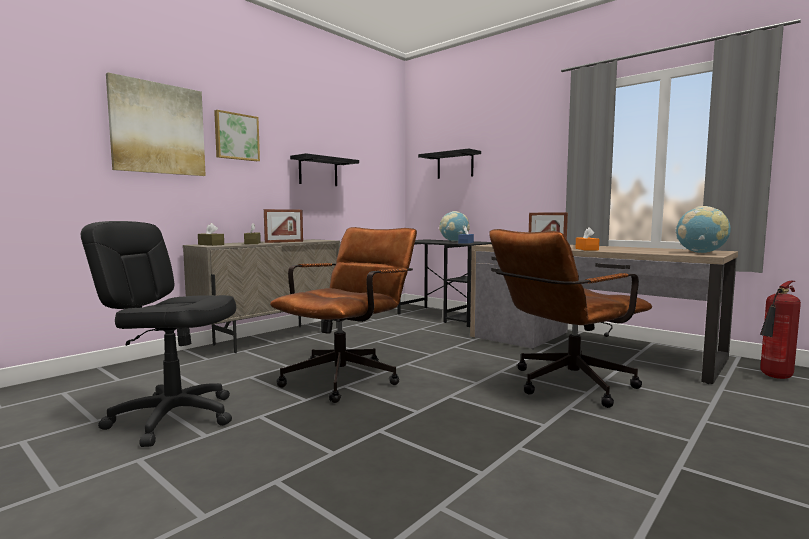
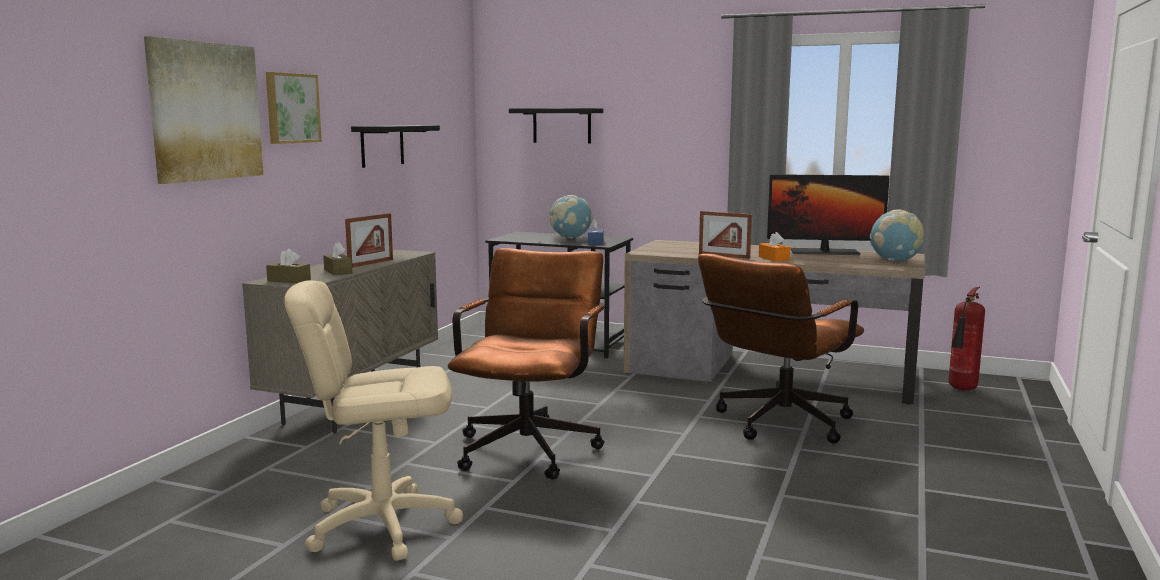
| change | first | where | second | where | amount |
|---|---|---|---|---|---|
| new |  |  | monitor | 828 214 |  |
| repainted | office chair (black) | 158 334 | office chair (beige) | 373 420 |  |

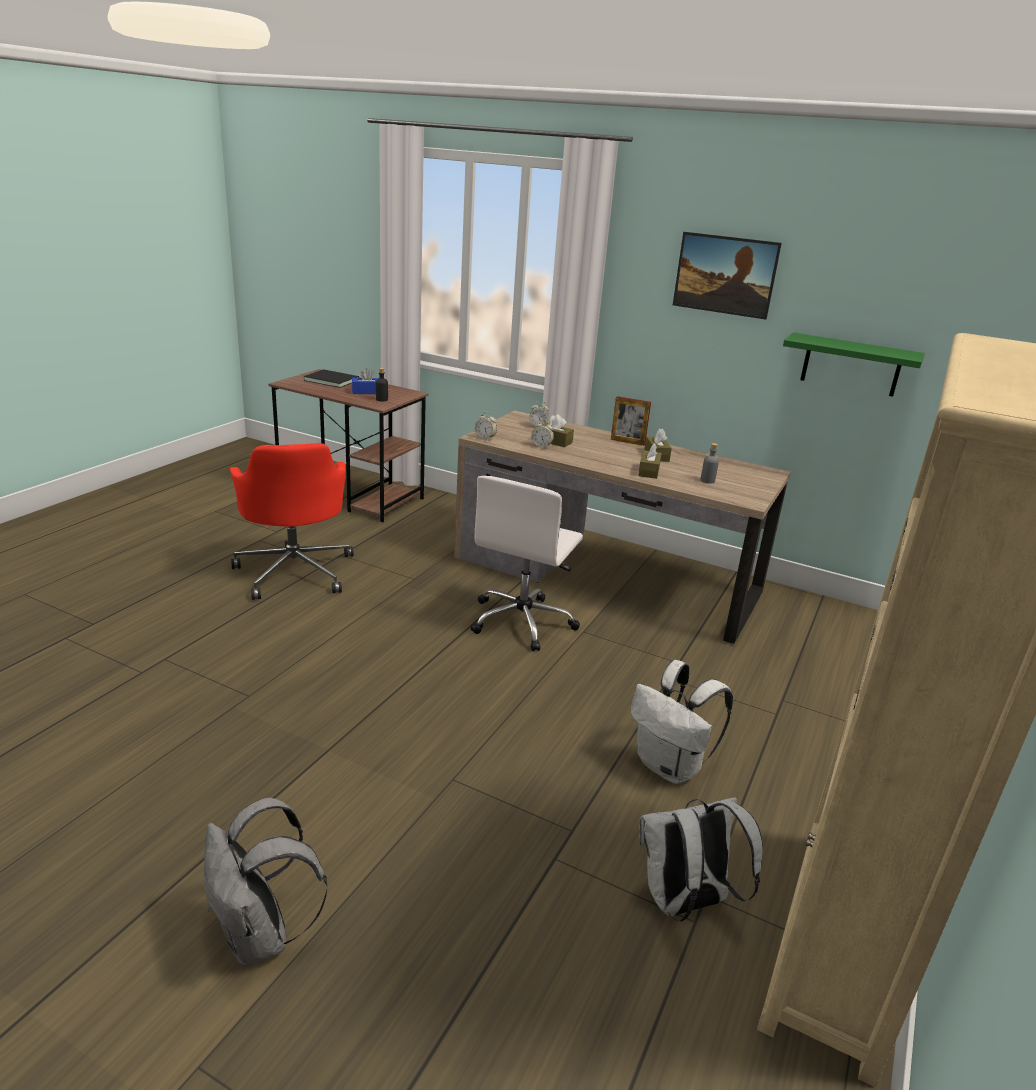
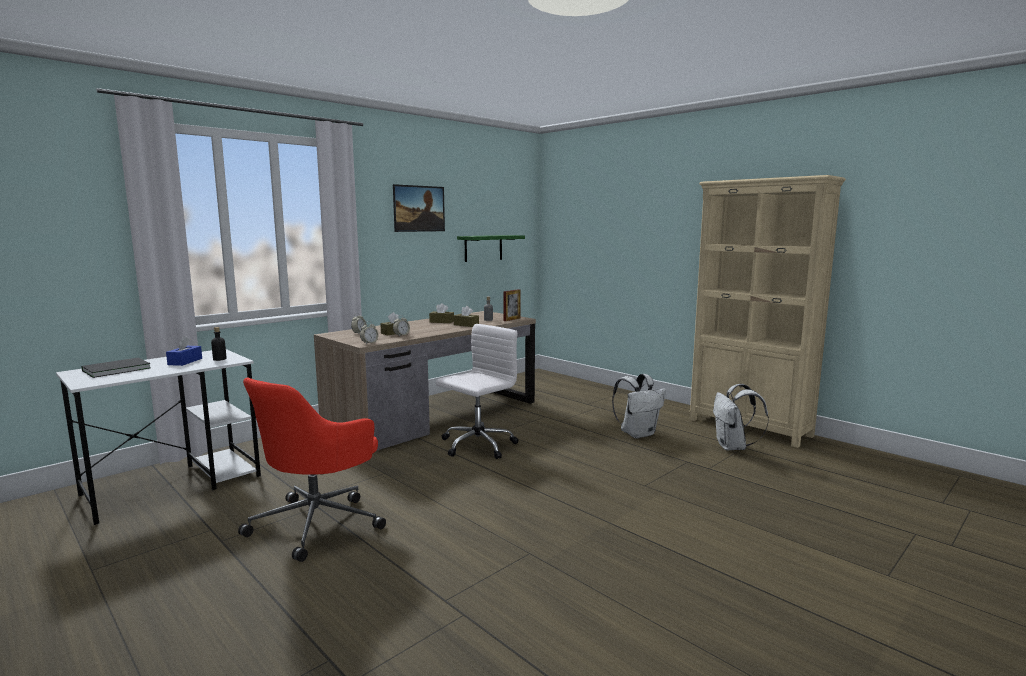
| change | first | where | second | where | amount |
|---|---|---|---|---|---|
| gone | backpack (grey) | 266 882 |  |  |  |
| shifted | picture frame | 631 421 |  | 512 305 |  |
| repainted | desk (brown) | 348 445 | desk (white) | 158 437 |  |
| rotated | office chair (red) | 291 521 |  | 312 470 | 120 degrees clockwise |
| rotated | office chair (white) | 527 563 |  | 477 391 | 90 degrees counterclockwise |

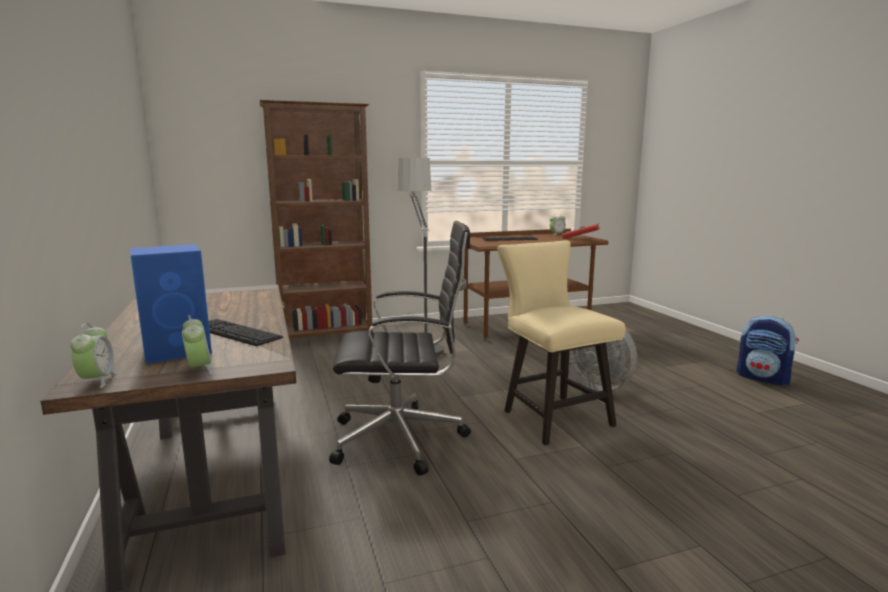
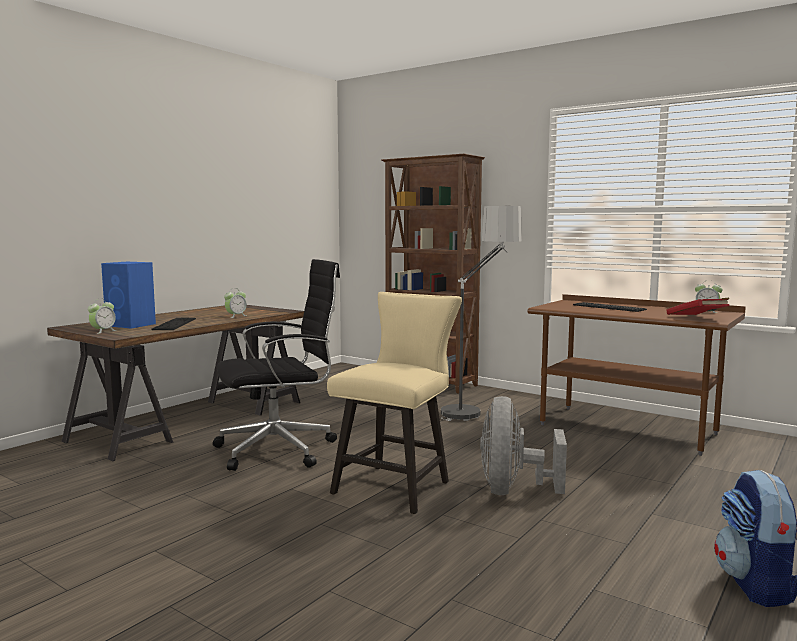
| change | first | where | second | where | amount |
|---|---|---|---|---|---|
| shifted | alarm clock | 93 355 |  | 235 304 |  |
| rotated | office chair (black) | 400 348 |  | 276 365 | 75 degrees counterclockwise |

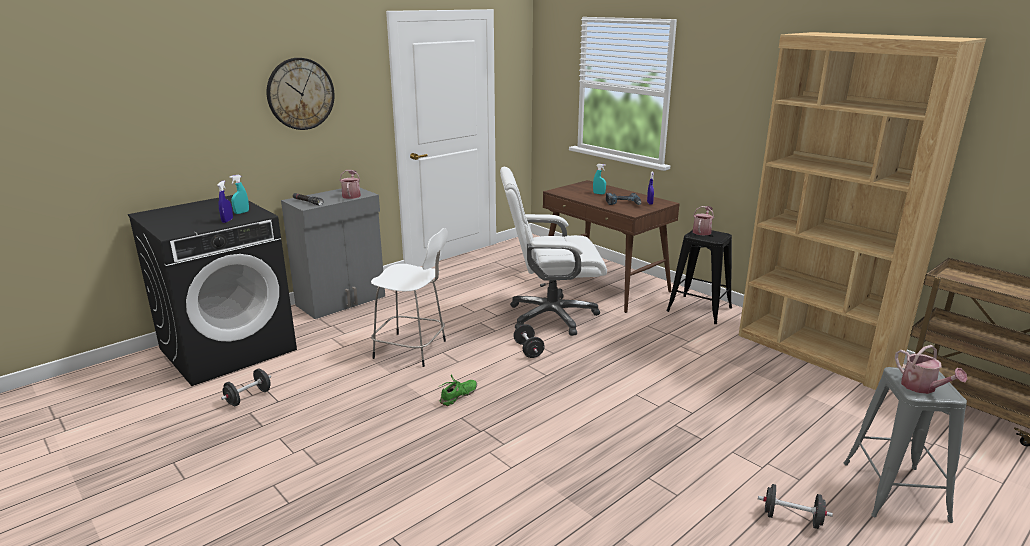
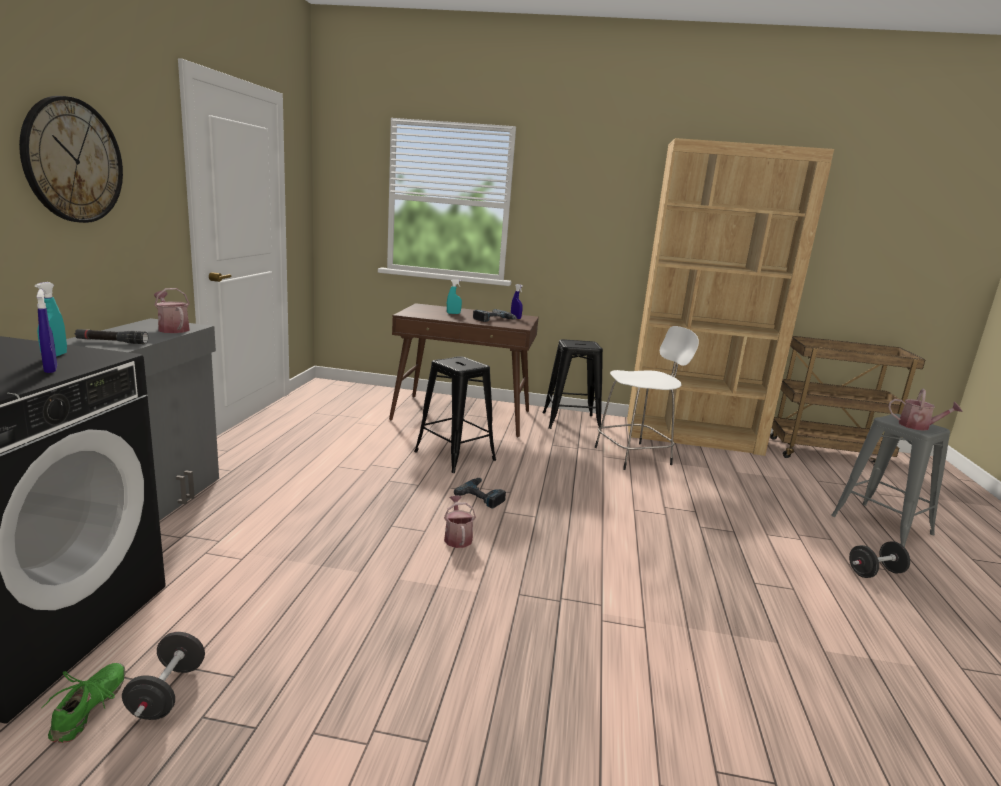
| change | first | where | second | where | amount |
|---|---|---|---|---|---|
| shifted | stool (white) | 409 297 |  | 647 398 |  |
| shifted | shoe (green) | 458 390 |  | 83 703 |  |
| shifted | watering can | 703 220 |  | 460 521 |  |
| swapped | office chair (white) | 553 251 | stool (black) | 455 414 |  |
| swapped | dumbbell (black) | 529 341 | power drill | 480 493 |  |

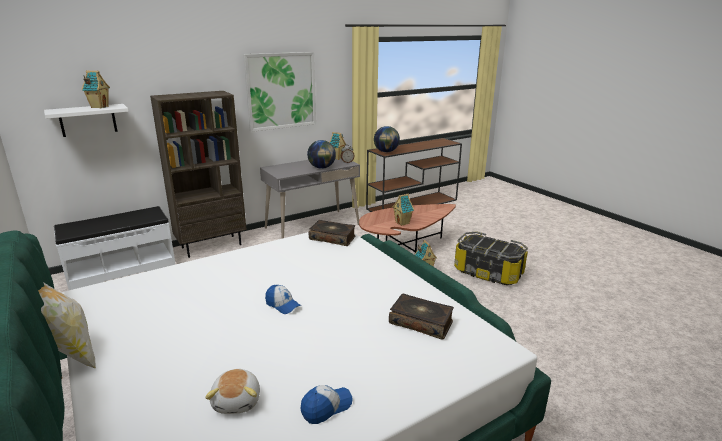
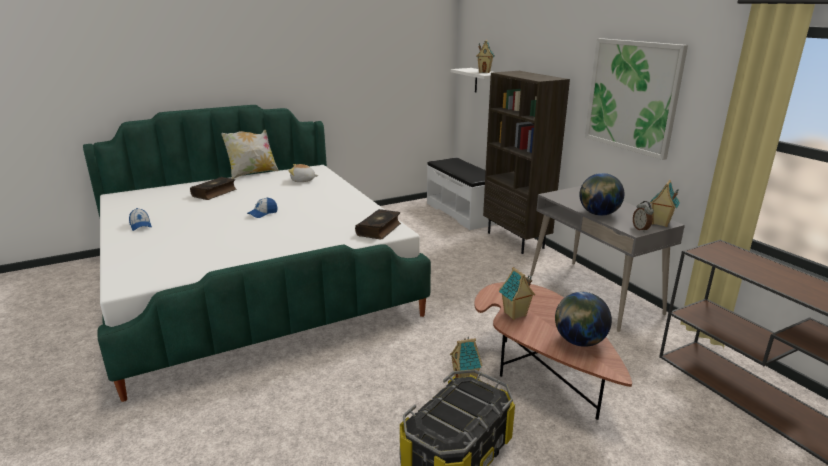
| change | first | where | second | where | amount |
|---|---|---|---|---|---|
| shifted | plush toy | 232 391 |  | 303 173 |  |
| shifted | globe | 387 139 |  | 583 319 |  |
| shifted | book | 421 317 |  | 213 188 |  |

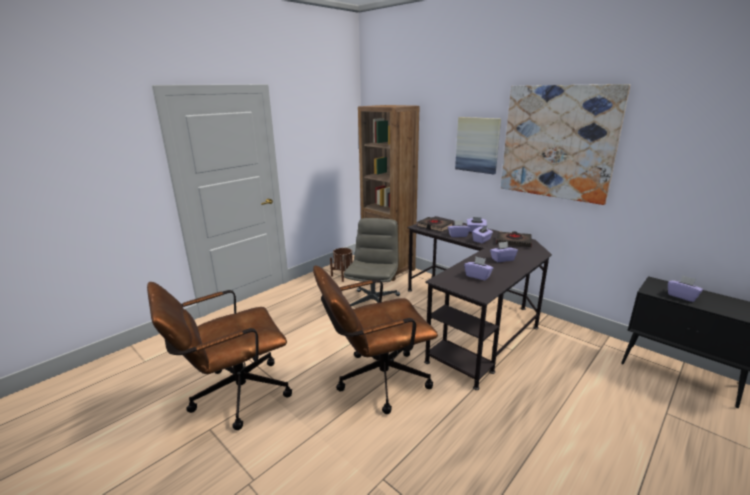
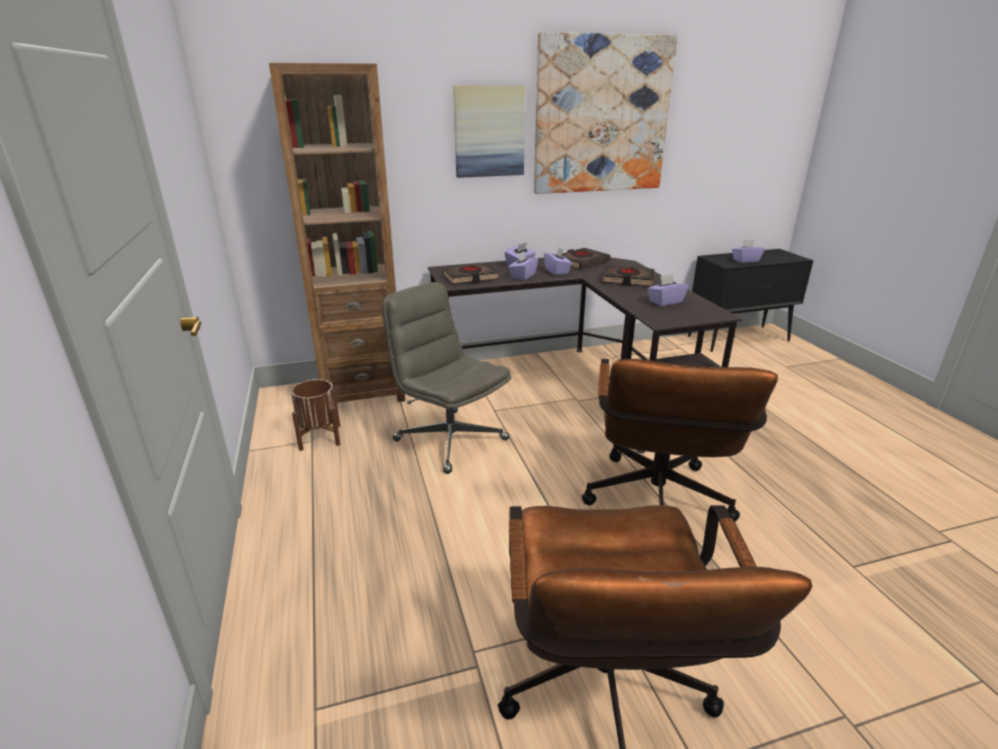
| change | first | where | second | where | amount |
|---|---|---|---|---|---|
| swapped | tissue box (purple) | 504 252 | book (black) | 628 275 |  |

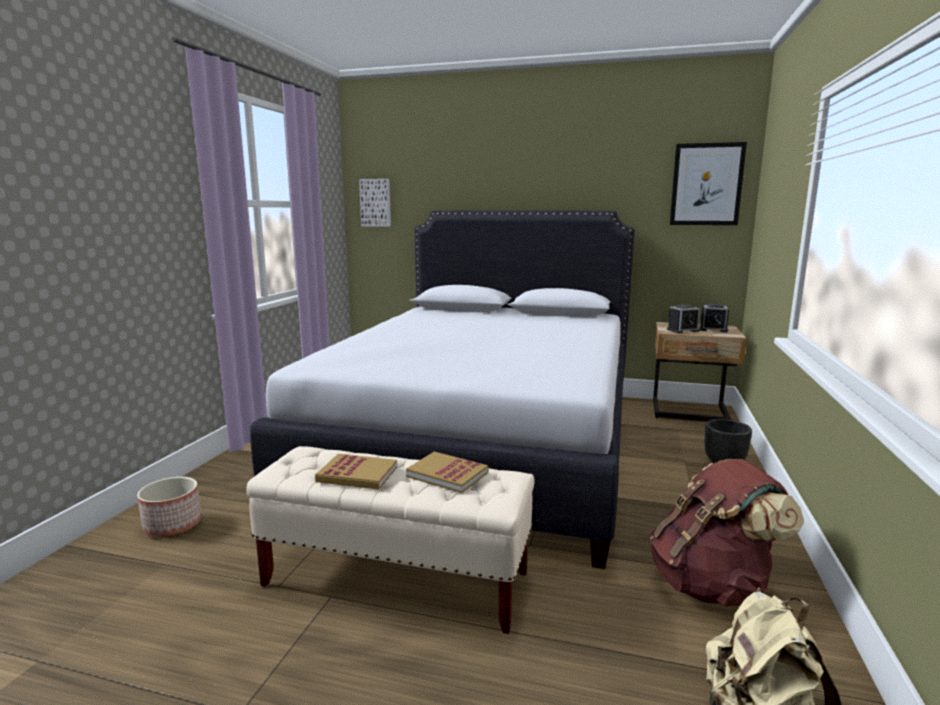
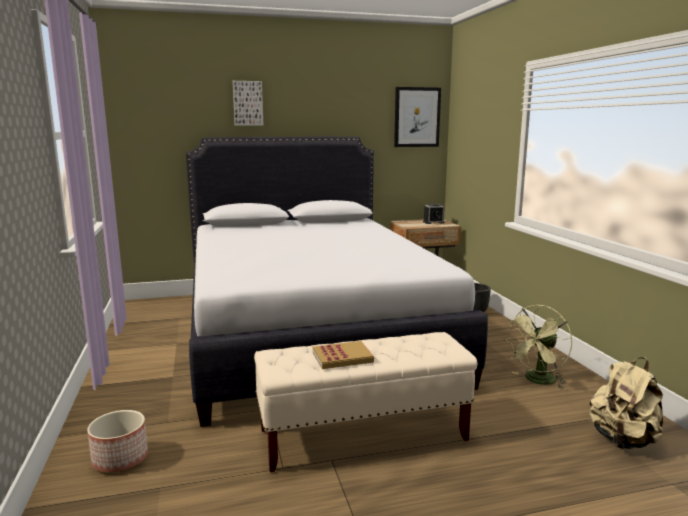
| change | first | where | second | where | amount |
|---|---|---|---|---|---|
| gone | book | 447 472 |  |  |  |
| gone | alarm clock | 683 318 |  |  |  |
| shifted | picture | 375 203 |  | 248 103 |  |
| swapped | backpack (brown) | 726 533 | fan (green) | 538 347 |  |

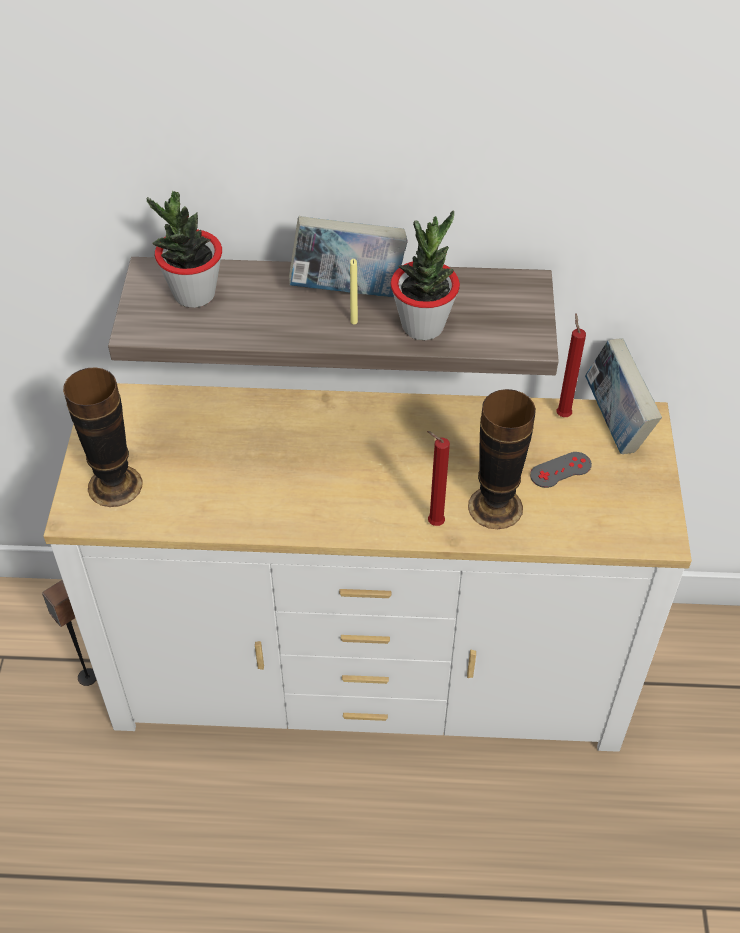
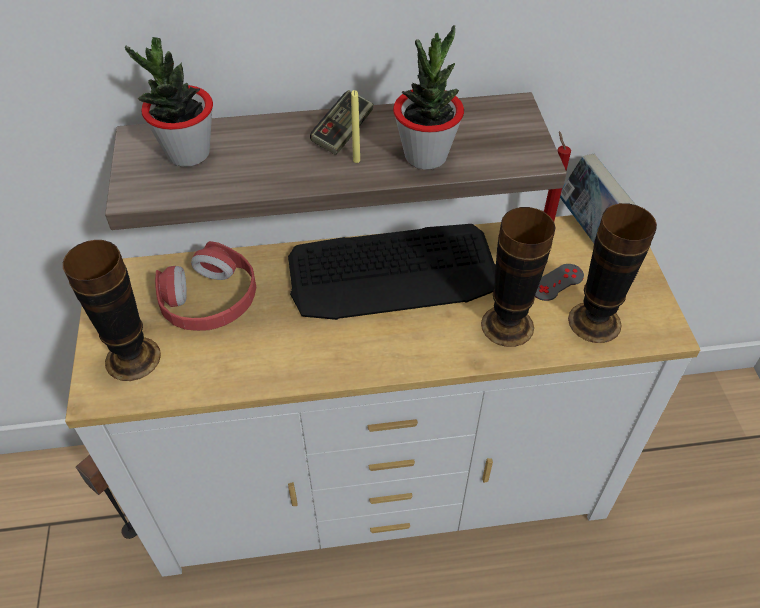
| change | first | where | second | where | amount |
|---|---|---|---|---|---|
| gone | candle (red) | 438 478 |  |  |  |
| new |  |  | headphones (red) | 205 286 |  |
| new |  |  | keyboard | 392 272 |  |
| new |  |  | vase | 612 273 |  |
| swapped | book | 348 256 | game controller | 342 122 |  |

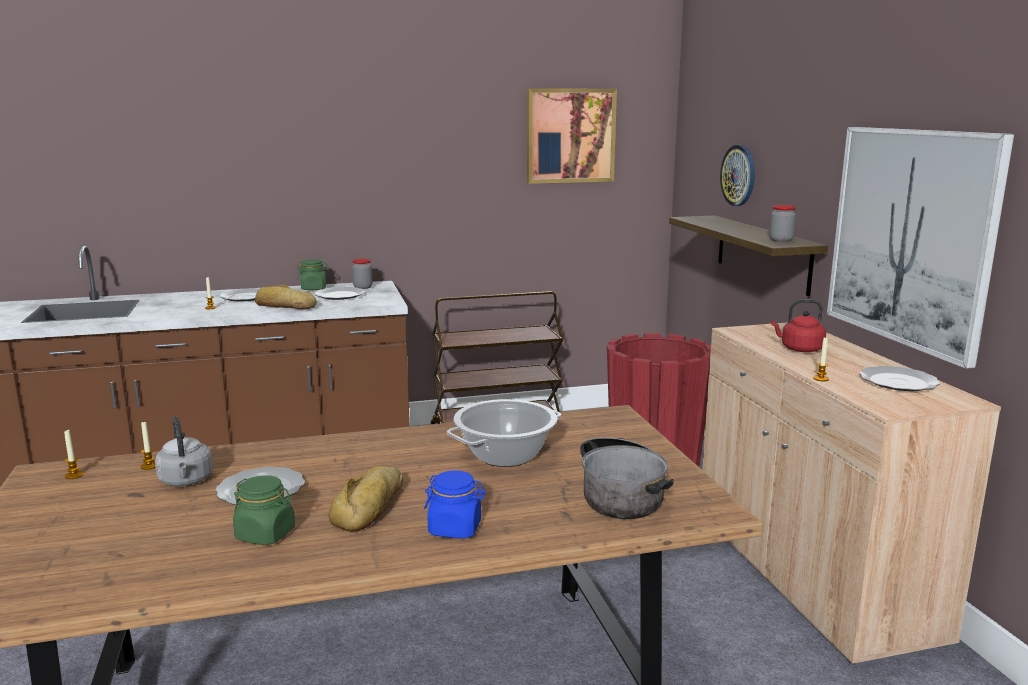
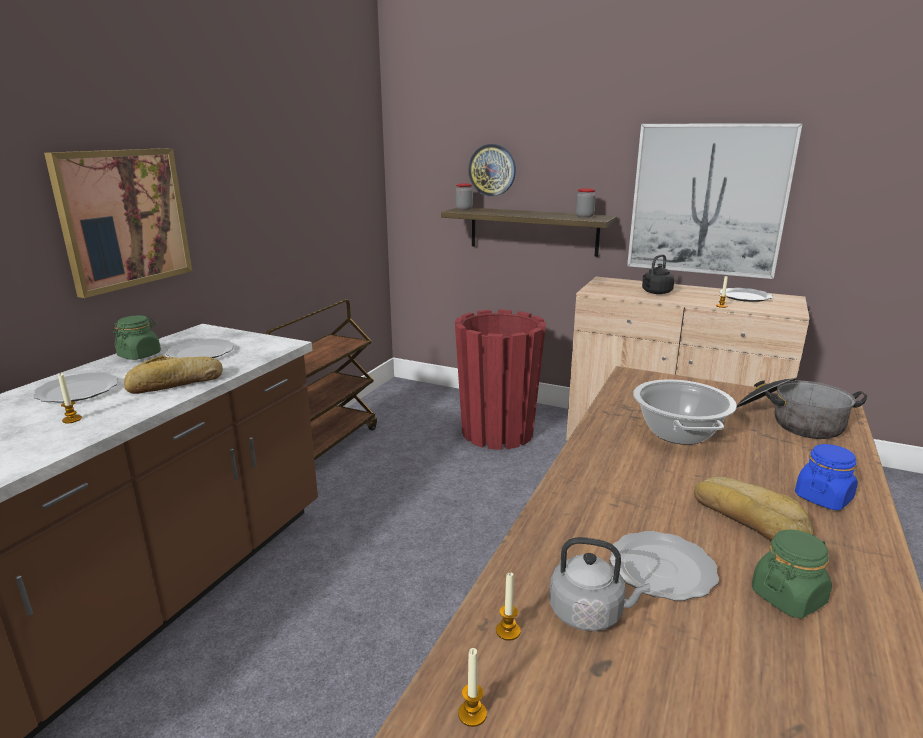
| change | first | where | second | where | amount |
|---|---|---|---|---|---|
| shifted | jar | 362 274 |  | 464 196 |  |
| shifted | picture | 572 136 |  | 118 223 |  |
| repainted | kettle (red) | 798 325 | kettle (black) | 658 274 |  |

